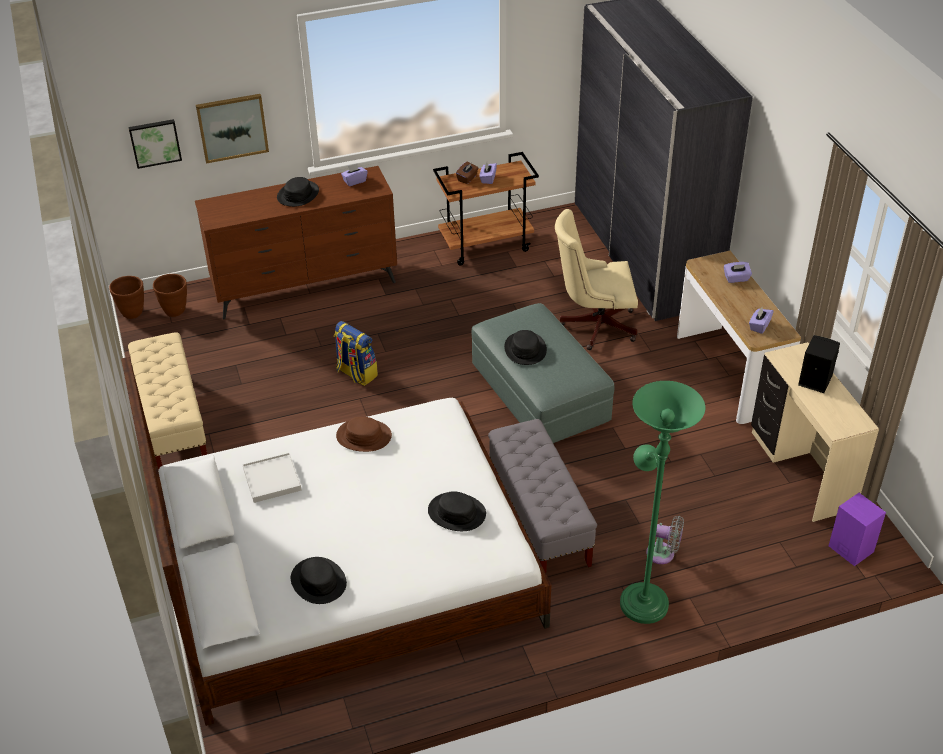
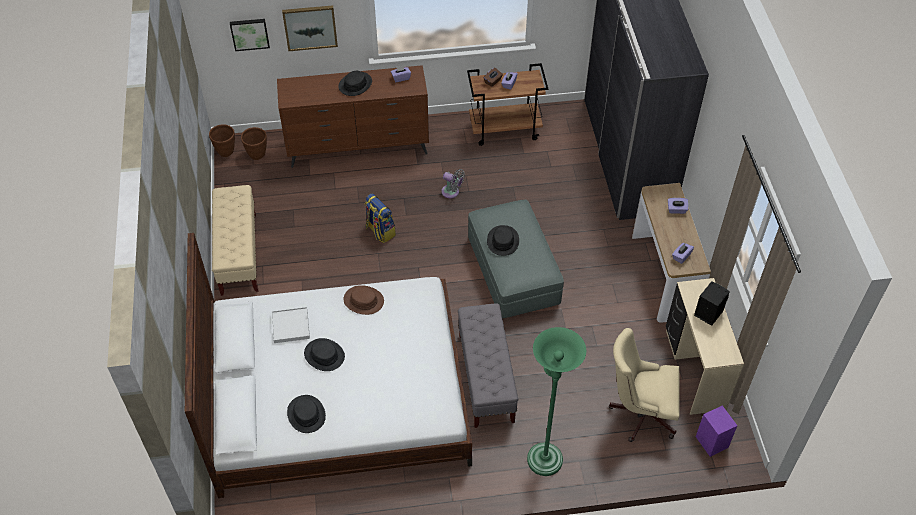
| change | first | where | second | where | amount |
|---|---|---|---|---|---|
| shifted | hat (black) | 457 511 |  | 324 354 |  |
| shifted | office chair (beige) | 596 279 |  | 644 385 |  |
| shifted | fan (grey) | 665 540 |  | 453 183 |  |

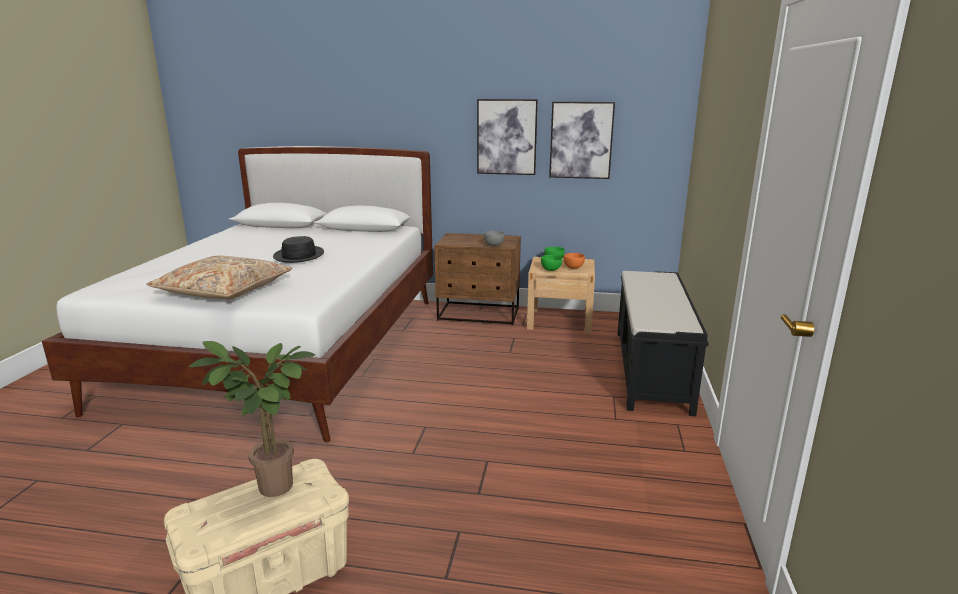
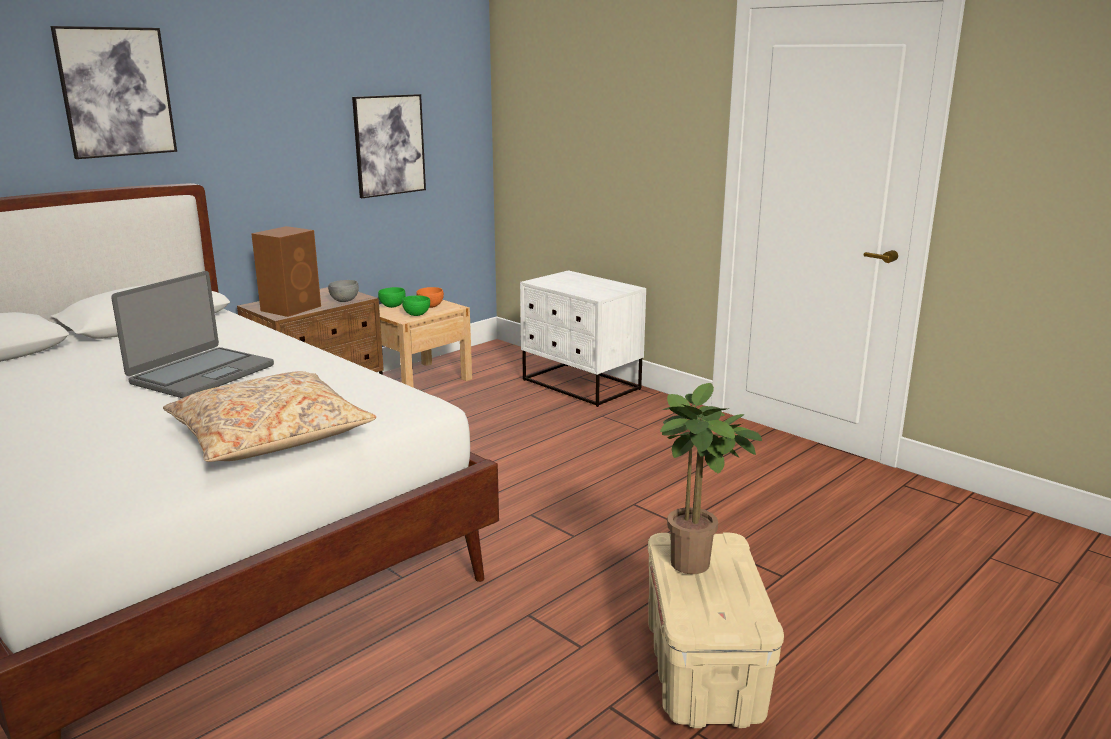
| change | first | where | second | where | amount |
|---|---|---|---|---|---|
| new |  |  | speaker (brown) | 286 271 |  |
| shifted | picture | 507 137 |  | 114 92 |  |
| swapped | hat (black) | 298 249 | laptop | 192 334 |  |
| swapped | bench (black) | 663 343 | nightstand (white) | 583 338 |  |

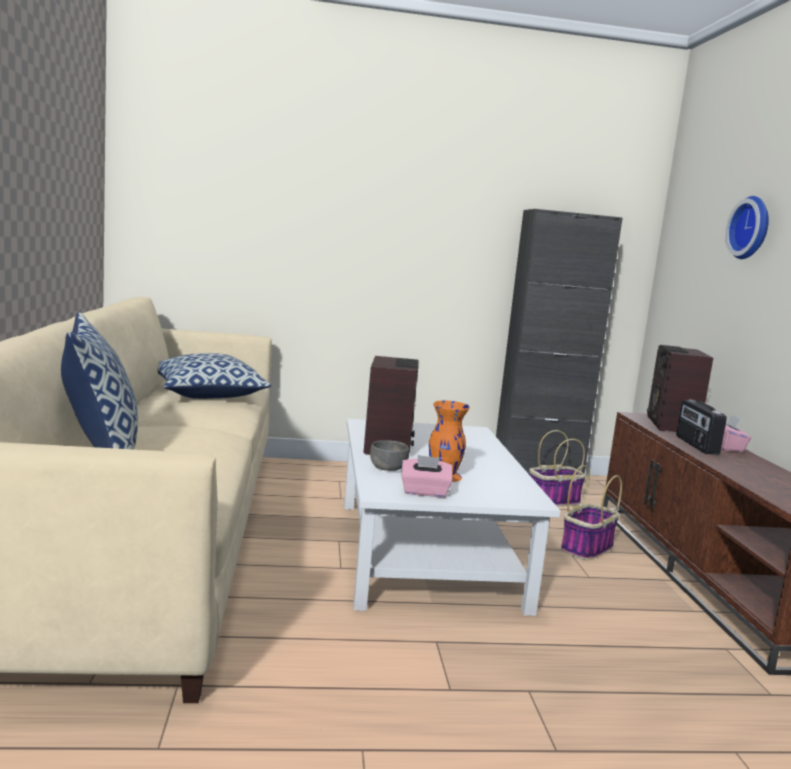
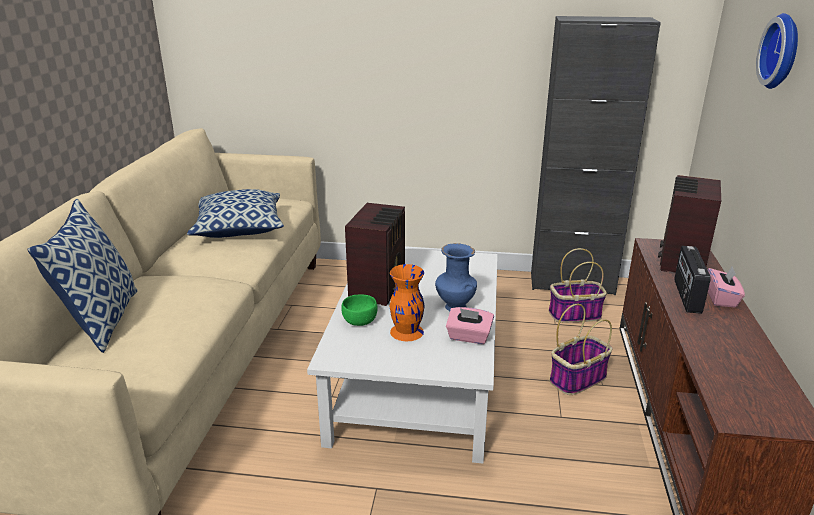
| change | first | where | second | where | amount |
|---|---|---|---|---|---|
| new |  |  | vase (blue) | 456 277 |  |
| shifted | tissue box (pink) | 427 476 |  | 470 325 |  |
| repainted | bowl (grey) | 389 455 | bowl (green) | 359 310 |  |

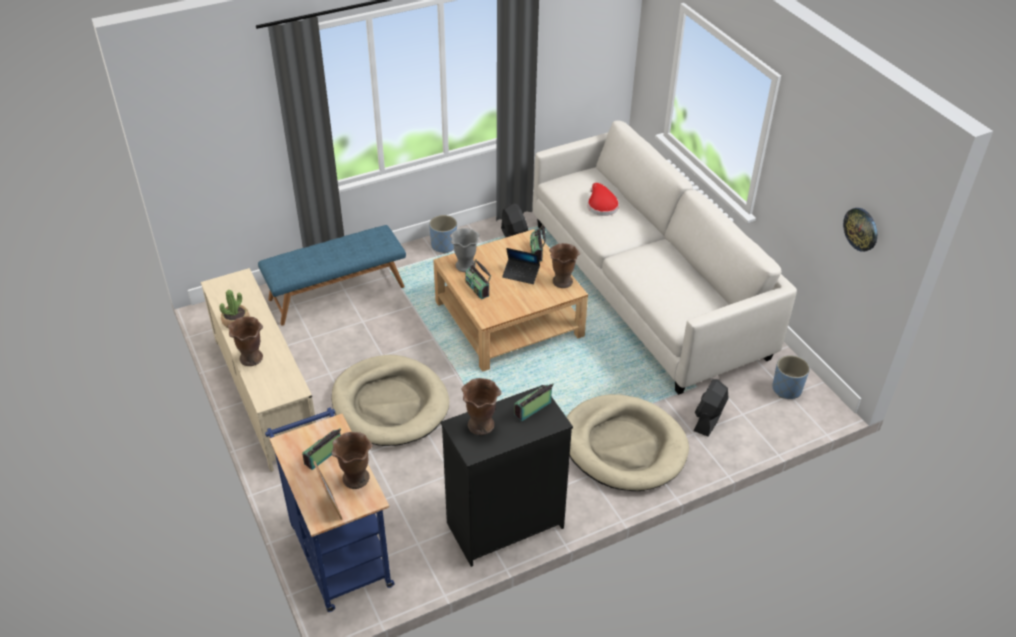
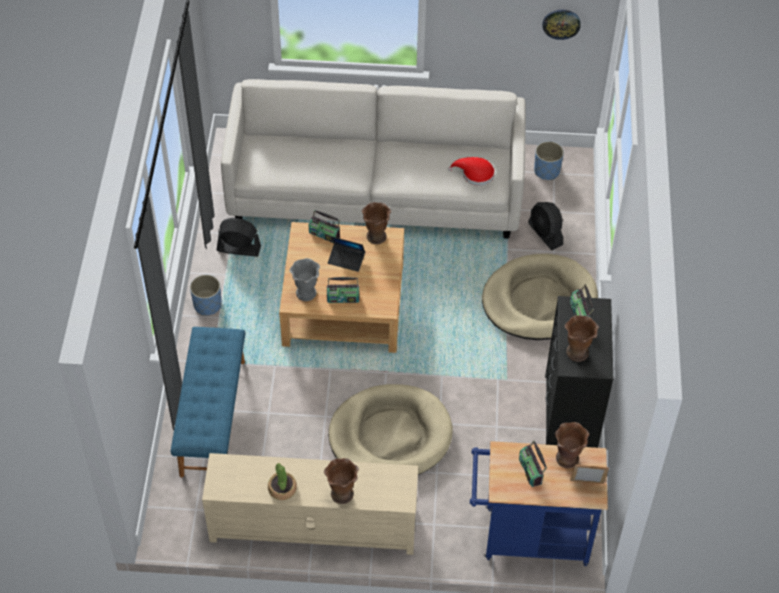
| change | first | where | second | where | amount |
|---|---|---|---|---|---|
| shifted | hat (red) | 603 199 |  | 471 171 |  |
| rotated | laptop | 521 266 |  | 346 254 | 60 degrees clockwise |

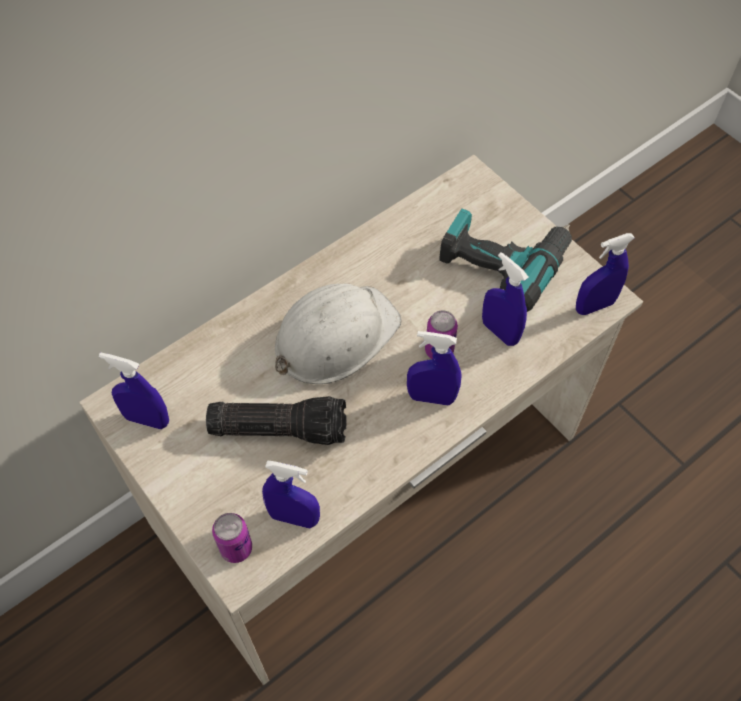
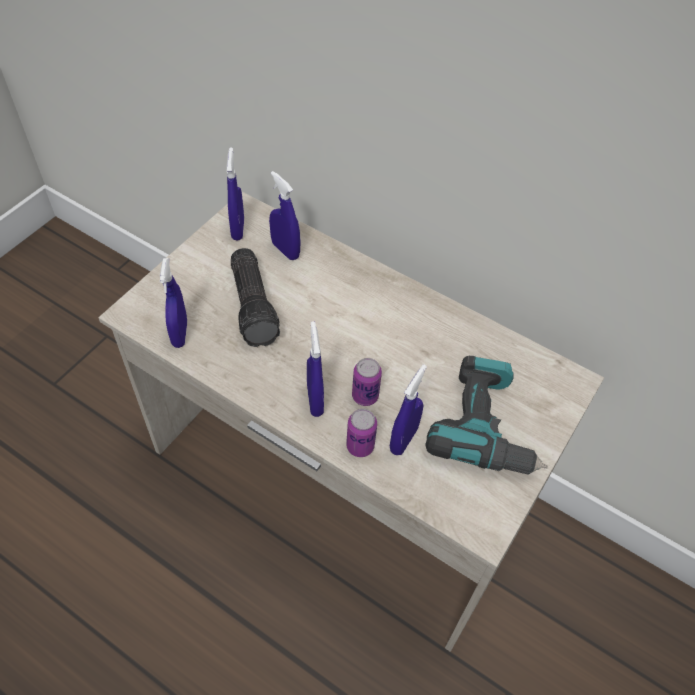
| change | first | where | second | where | amount |
|---|---|---|---|---|---|
| gone | hard hat (white) | 338 333 |  |  |  |
| shifted | can | 232 538 |  | 361 433 |  |
| shifted | spray bottle (blue) | 605 274 |  | 284 215 |  |

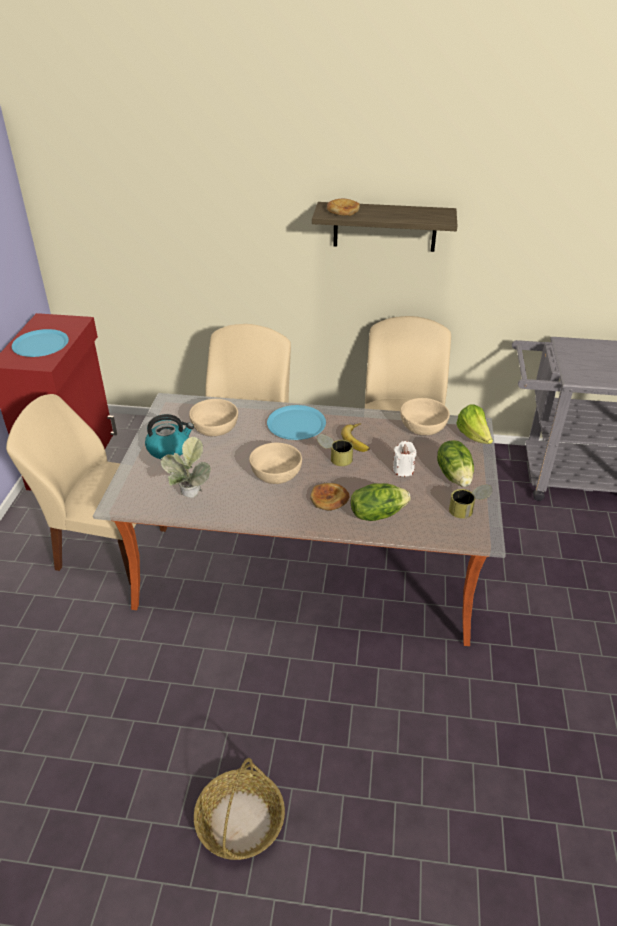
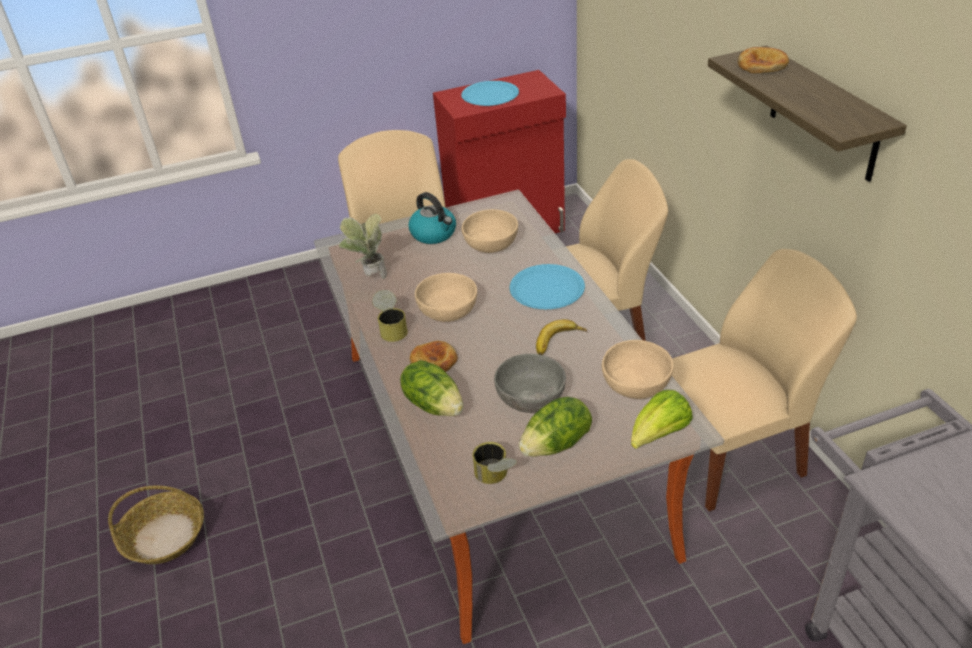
| change | first | where | second | where | amount |
|---|---|---|---|---|---|
| shifted | can | 335 450 |  | 390 316 |  |
| swapped | candle (white) | 404 459 | bowl (grey) | 530 383 |  |

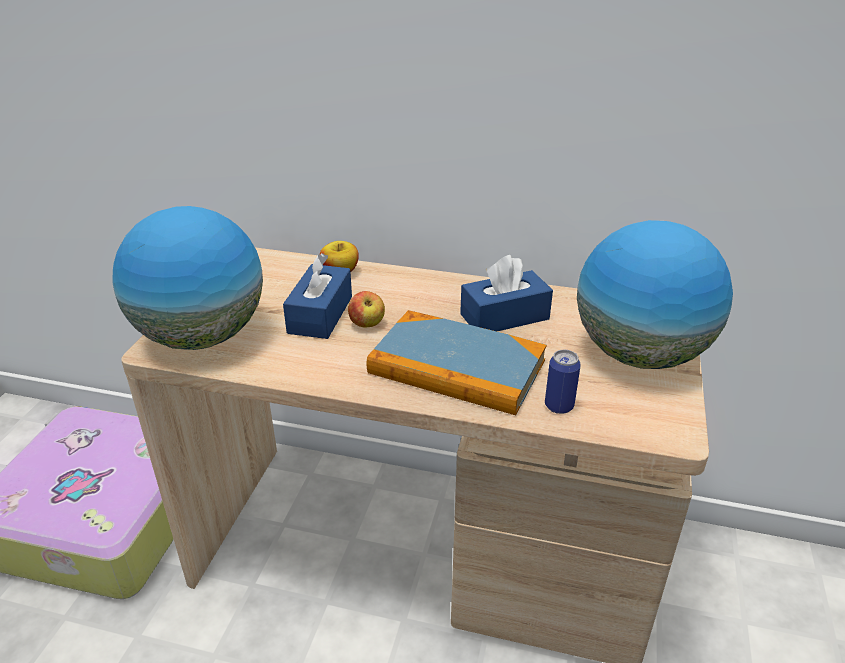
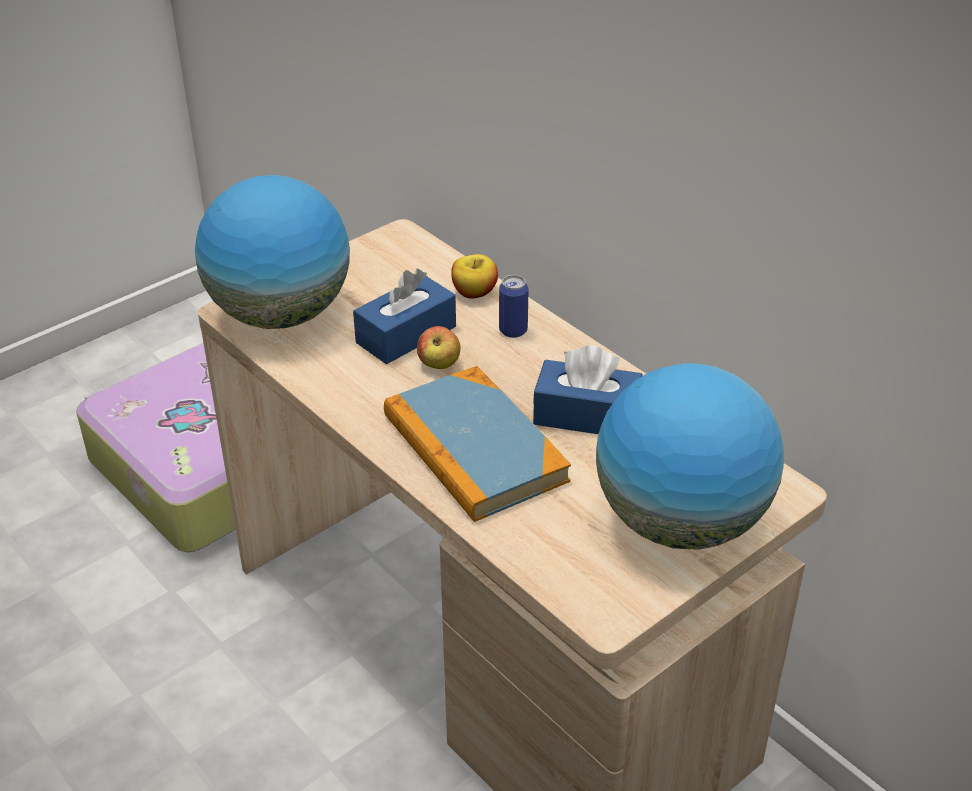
| change | first | where | second | where | amount |
|---|---|---|---|---|---|
| shifted | can | 563 381 |  | 514 306 |  |

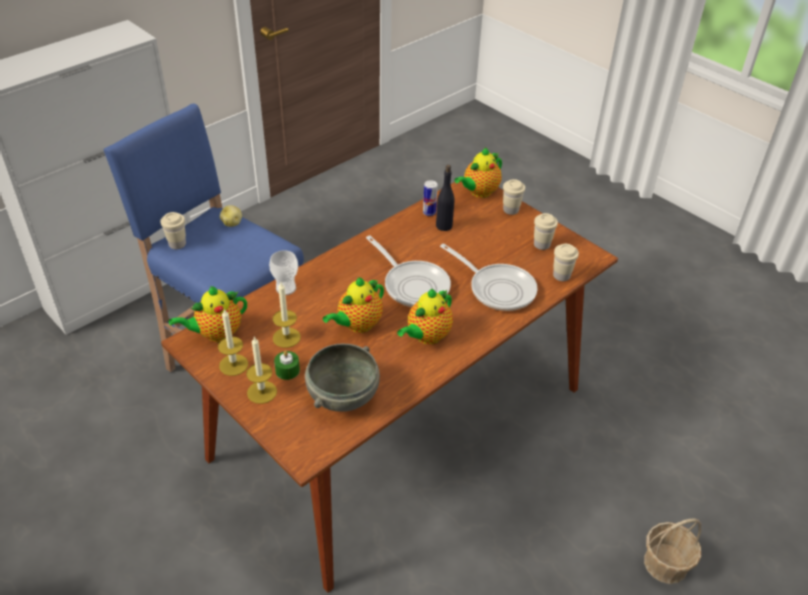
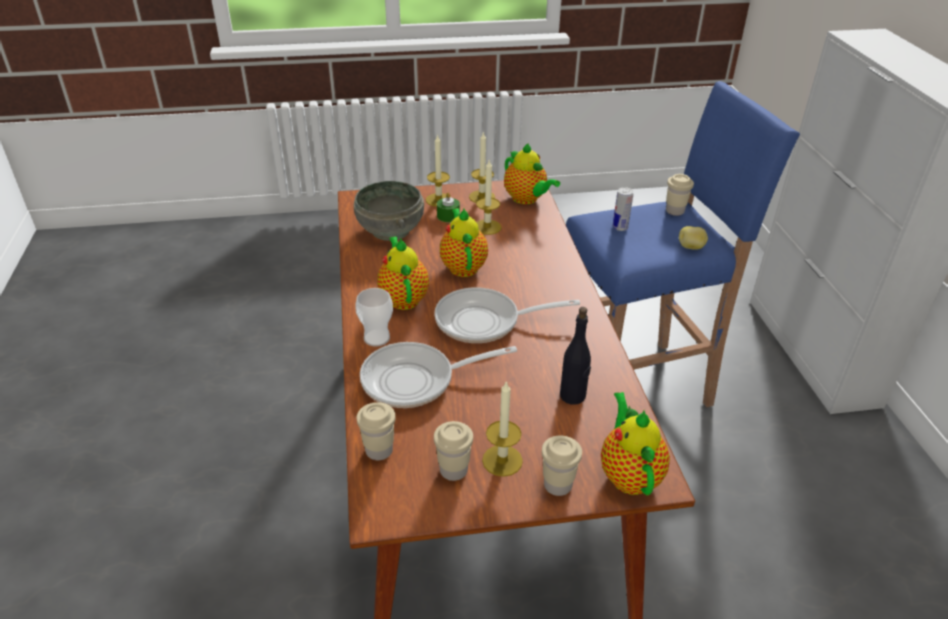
| change | first | where | second | where | amount |
|---|---|---|---|---|---|
| gone | basket | 672 551 |  |  |  |
| new |  |  | candle | 502 429 |  |
| shifted | cup | 283 272 |  | 374 317 |  |
| shifted | can | 430 198 |  | 623 209 |  |
| rotated | teapot | 208 314 |  | 532 174 | 135 degrees clockwise |

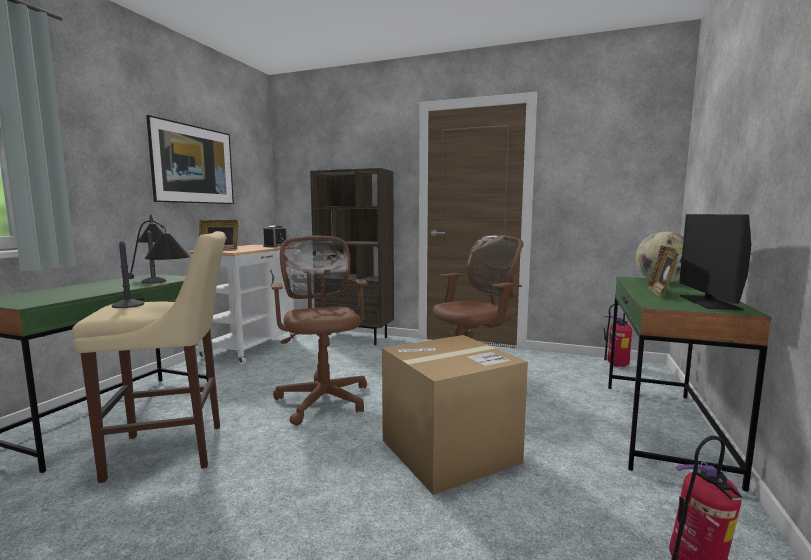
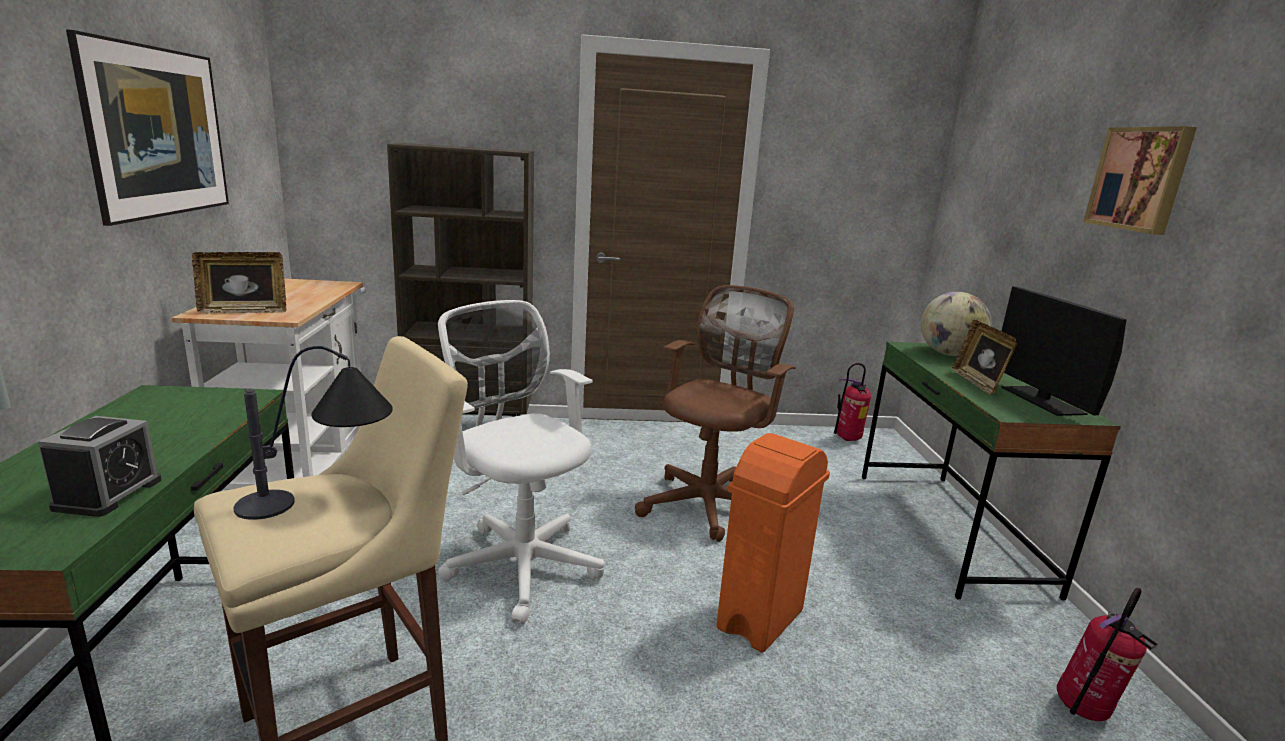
| change | first | where | second | where | amount |
|---|---|---|---|---|---|
| gone | table lamp | 152 249 |  |  |  |
| new |  |  | picture | 1140 180 |  |
| shifted | alarm clock | 275 236 |  | 100 466 |  |
| swapped | cardboard box | 455 415 | trash can (orange) | 773 542 |  |
| repainted | office chair (brown) | 319 331 | office chair (white) | 521 462 |  |

